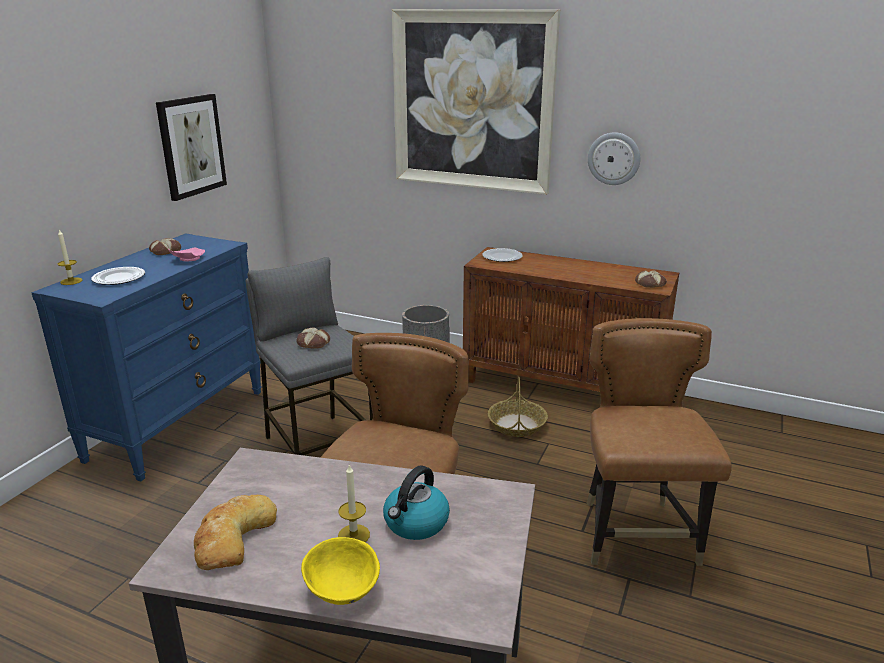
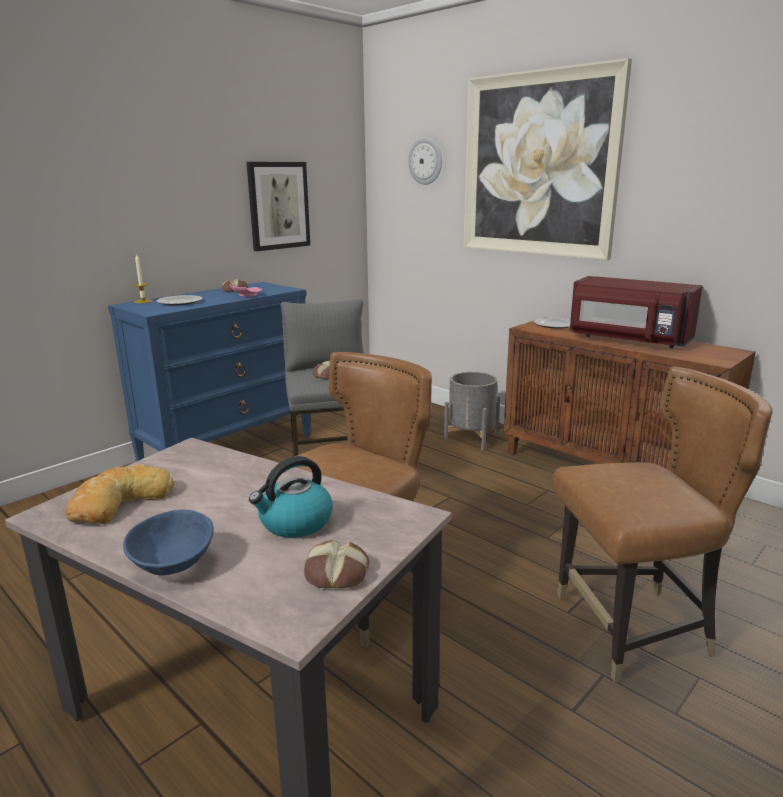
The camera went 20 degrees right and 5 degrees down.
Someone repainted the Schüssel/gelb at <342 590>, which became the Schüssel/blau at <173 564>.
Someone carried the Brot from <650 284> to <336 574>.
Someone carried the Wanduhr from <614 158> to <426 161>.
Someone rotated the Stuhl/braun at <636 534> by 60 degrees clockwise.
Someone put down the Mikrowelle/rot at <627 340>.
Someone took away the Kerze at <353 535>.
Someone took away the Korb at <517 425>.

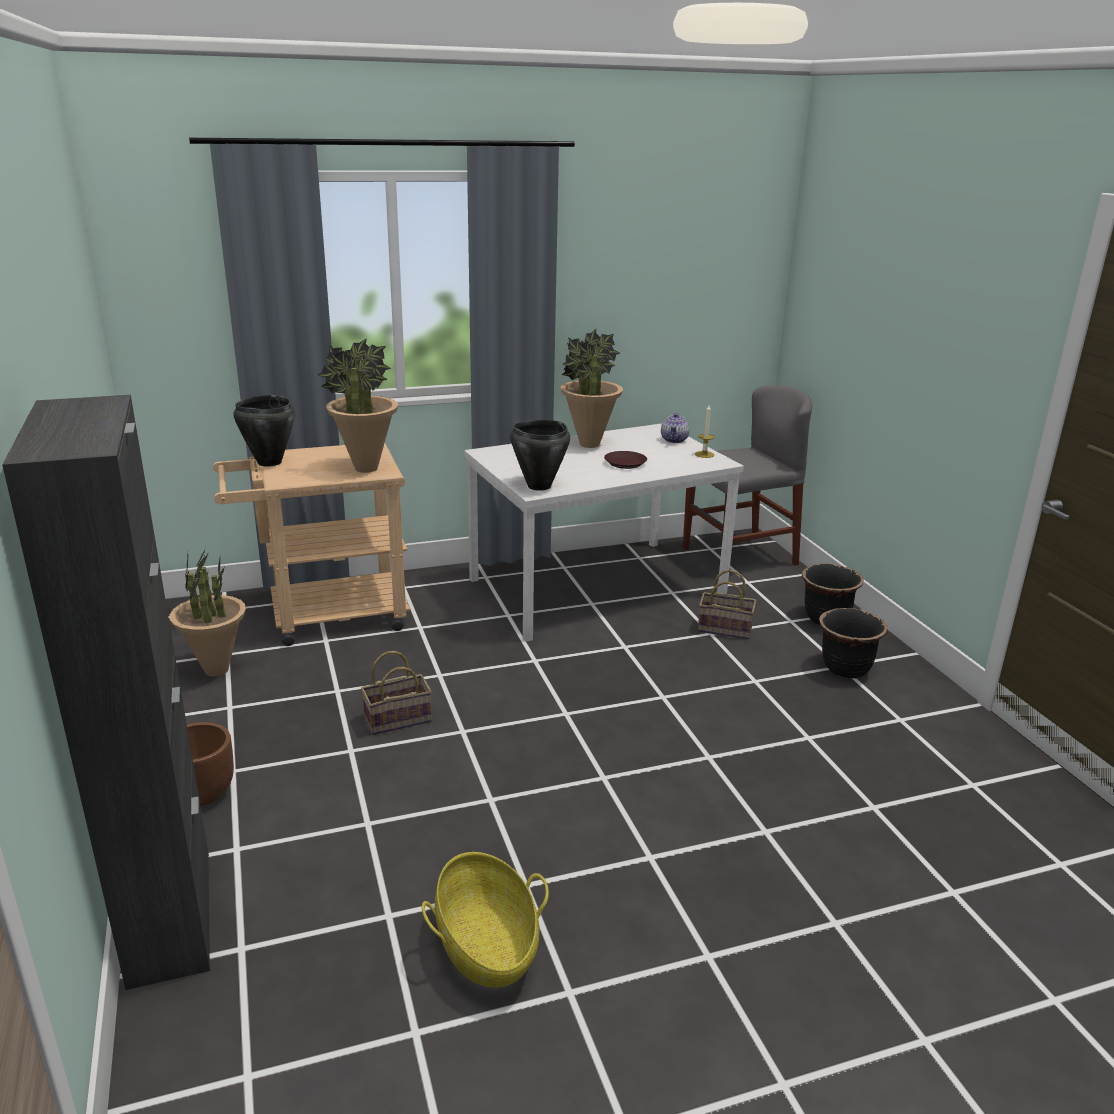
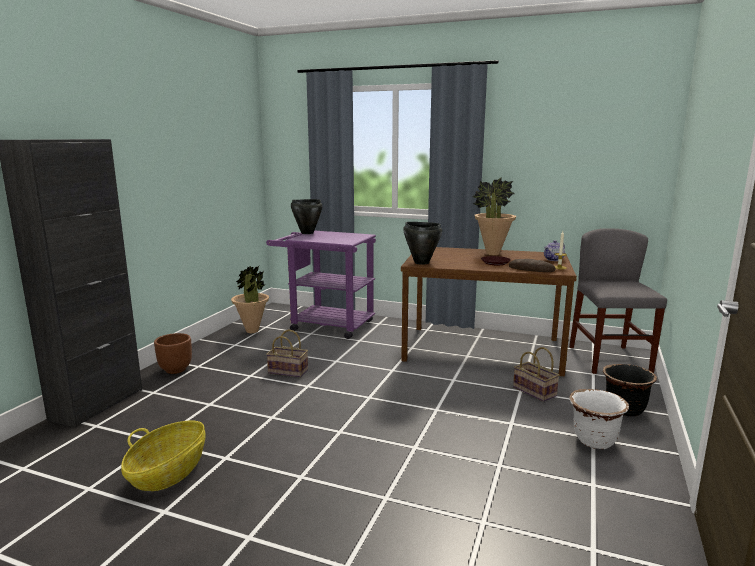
The camera went 40 degrees right and 10 degrees down.
Someone repainted the Rollwagen/beige at <324 616>, which became the Rollwagen/lila at <325 325>.
Someone repainted the Esstisch/weiß at <597 586>, which became the Esstisch/braun at <483 349>.
Someone put down the Brot at <531 269>.
Someone rotated the Stuhl/grau at <739 556> by 105 degrees counterclockwise.
Someone repainted the Pflanzkübel/schwarz at <845 669>, which became the Pflanzkübel/weiß at <594 441>.
Someone took away the Topfpflanze at <365 468>.

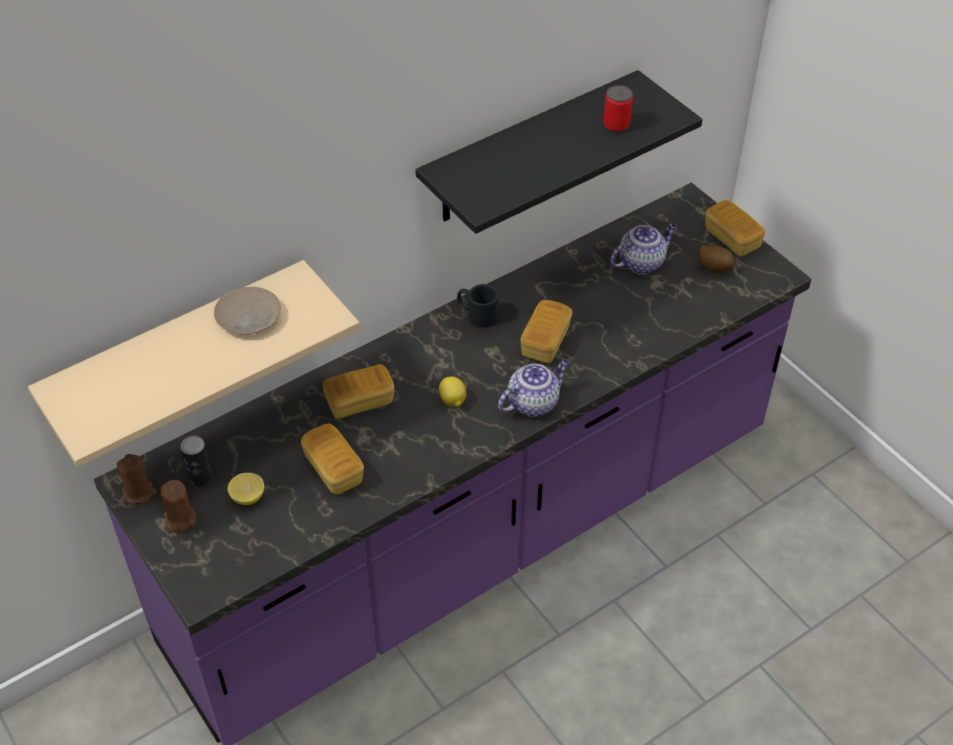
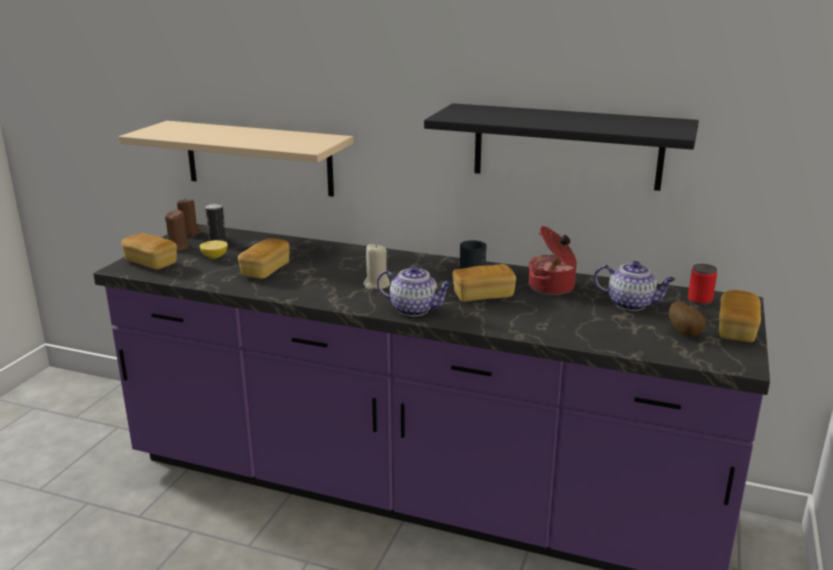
The camera went 55 degrees right and 25 degrees down.
Someone carried the Brot from <359 402> to <151 263>.
Someone swapped the Zitrone at <452 401> for the Kerze/beige at <376 285>.
Someone put down the Kochtopf at <552 287>.
Someone carried the Dose from <616 125> to <699 301>.
Someone took away the Teller/beige at <249 318>.

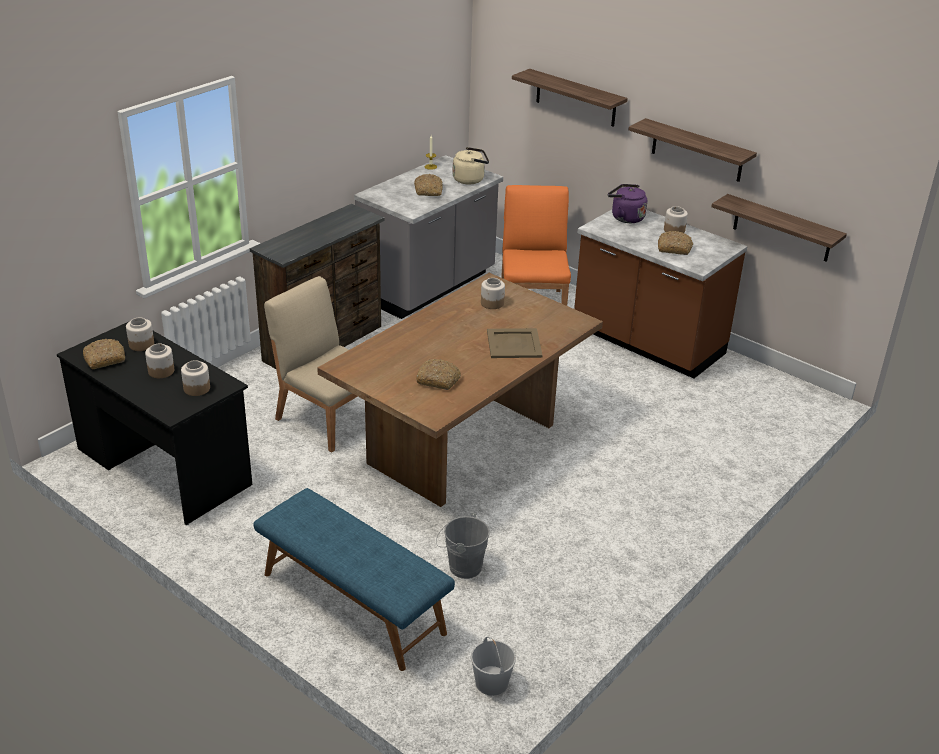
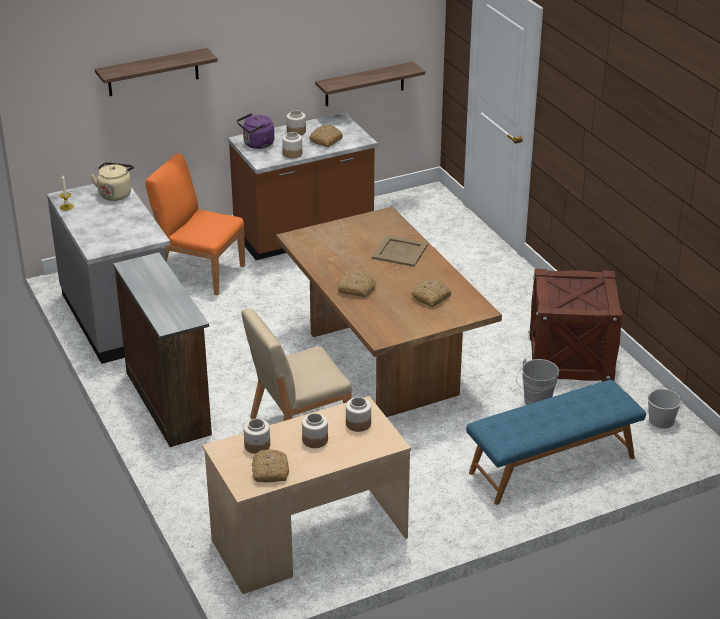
The camera went 65 degrees left and 0 degrees up.
Someone repainted the Schreibtisch/schwarz at <163 467>, which became the Schreibtisch/beige at <309 539>.
Someone carried the Vorratsglas from <492 303> to <292 153>.
Someone carried the Brot from <429 191> to <357 289>.
Someone put down the Kiste at <570 357>.
Someone took away the Wandregal at <697 151>.

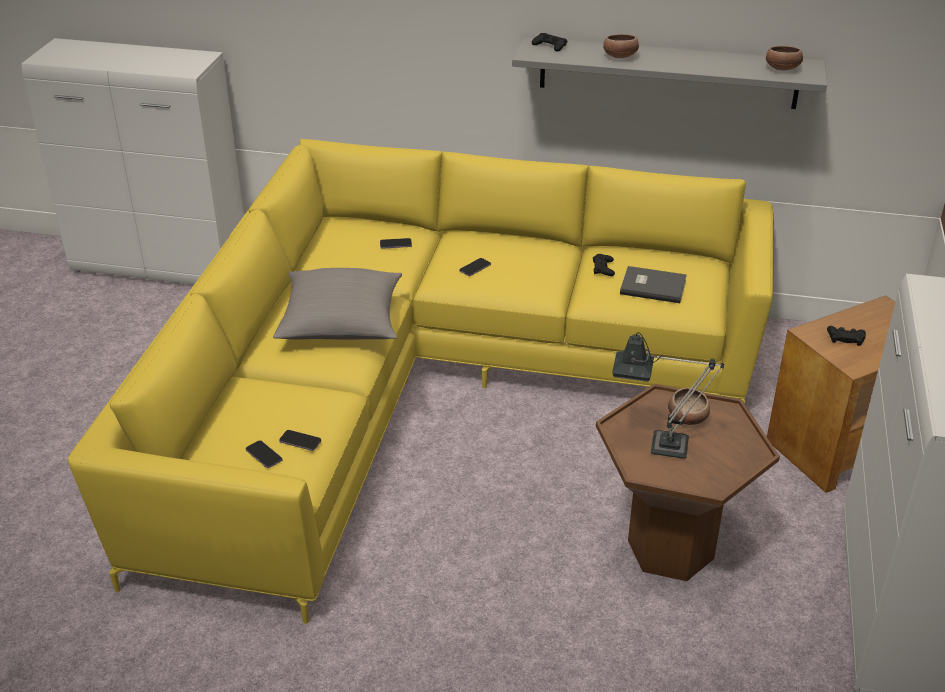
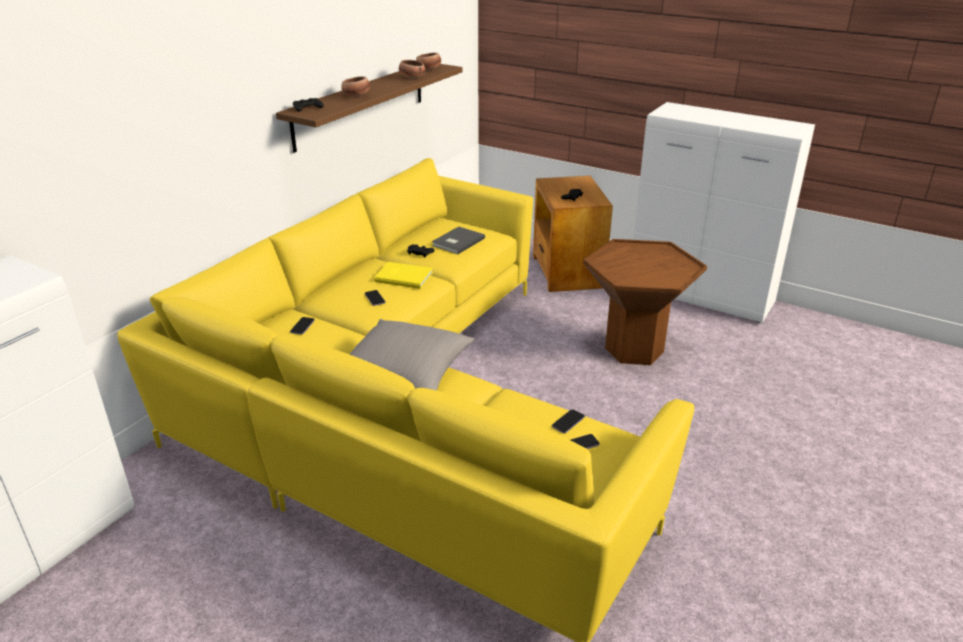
The camera went 70 degrees left and 5 degrees down.
Someone repainted the Wandregal/grau at <668 73>, which became the Wandregal/braun at <360 104>.
Someone put down the Buch/gelb at <403 276>.
Someone carried the Schüssel from <687 417> to <412 78>.
Someone took away the Tischlampe at <658 445>.

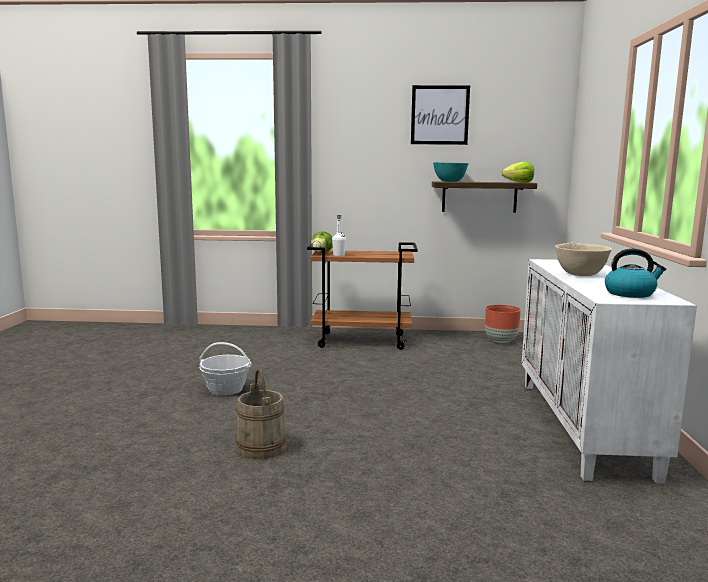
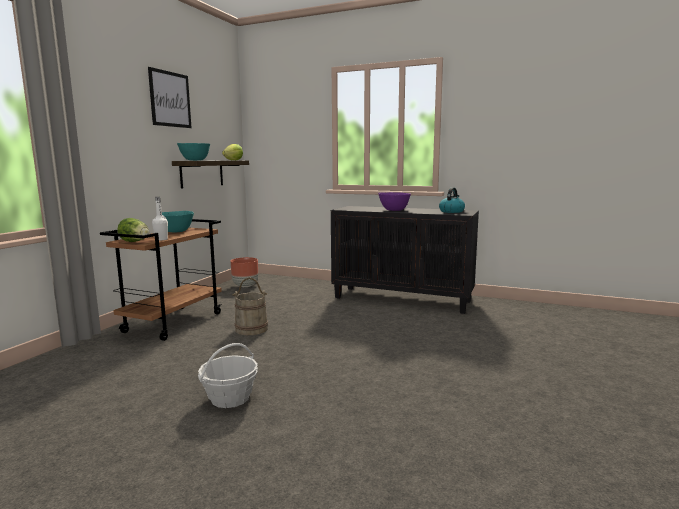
The camera went 70 degrees left and 0 degrees up.
Someone put down the Schüssel/türkis at <177 231>.
Someone carried the Eimer/beige from <262 447> to <251 329>.
Someone repainted the Schrank/weiß at <584 427>, which became the Schrank/schwarz at <402 299>.
Someone repainted the Schüssel/beige at <580 274>, which became the Schüssel/lila at <393 210>.

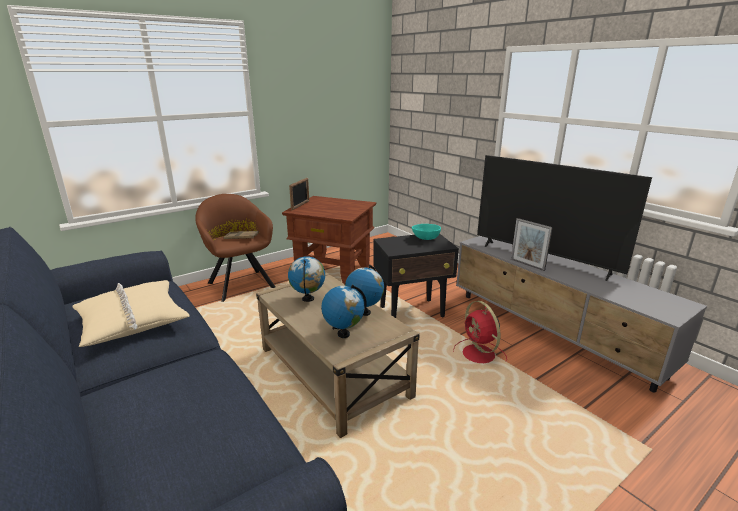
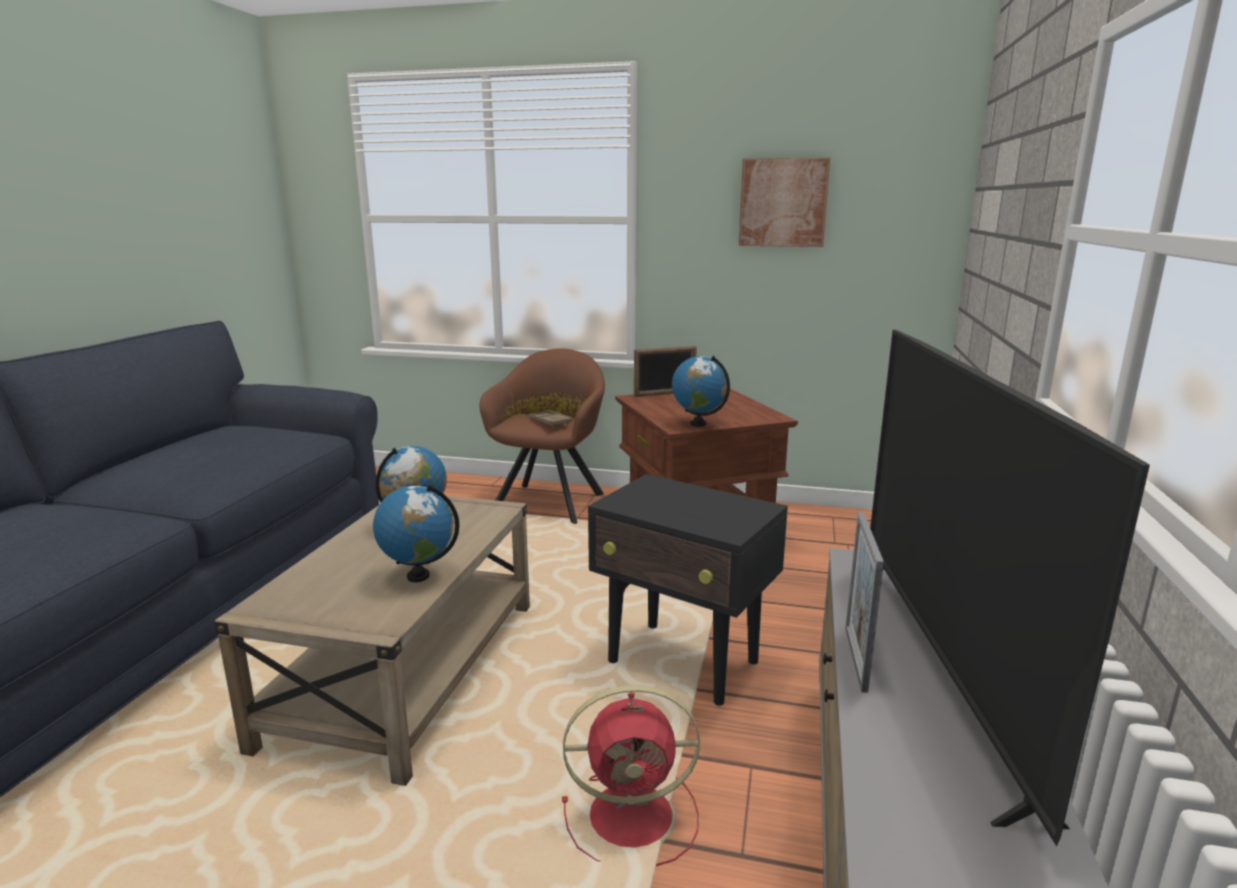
The camera went 50 degrees right and 5 degrees down.
Someone rotated the Ventilator/rot at <479 355> by 120 degrees counterclockwise.
Someone carried the Globus from <343 334> to <698 424>.
Someone put up the Bild at <783 203>.
Someone took away the Kissen/beige at <132 321>.
Someone took away the Schüssel/türkis at <426 238>.

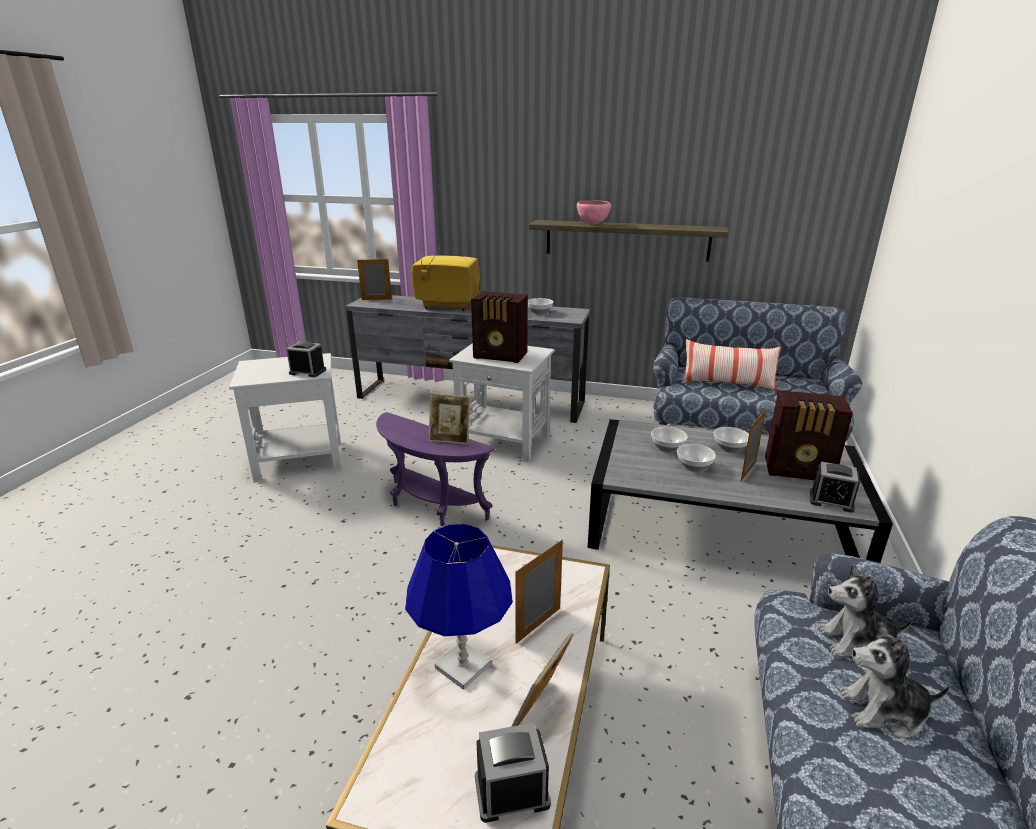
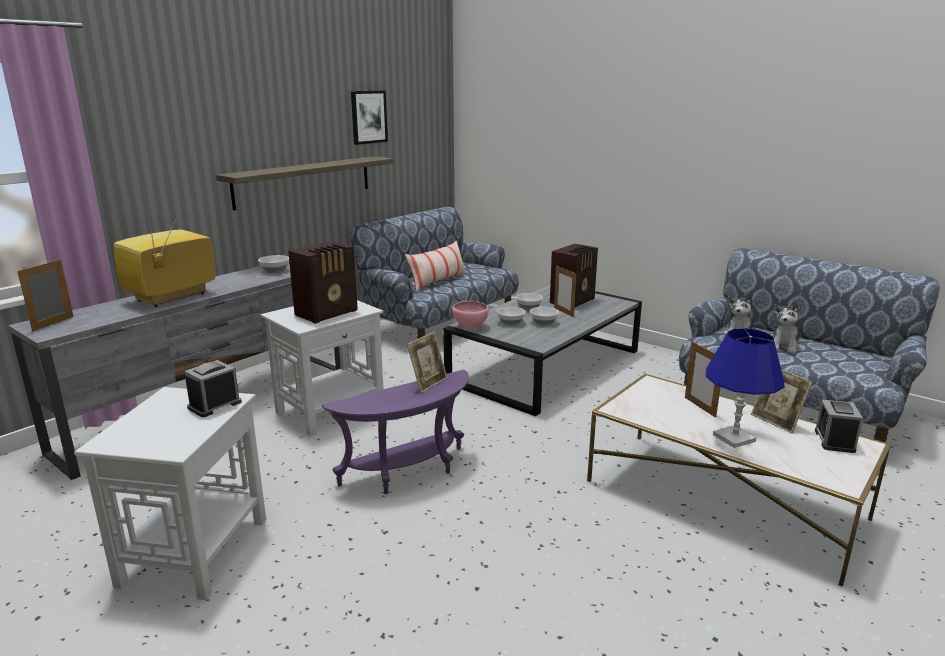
The camera went 65 degrees left and 5 degrees down.
Someone put up the Bild at <368 117>.
Someone carried the Schüssel/rosa from <592 224> to <470 327>.
Someone took away the Wecker at <831 501>.

